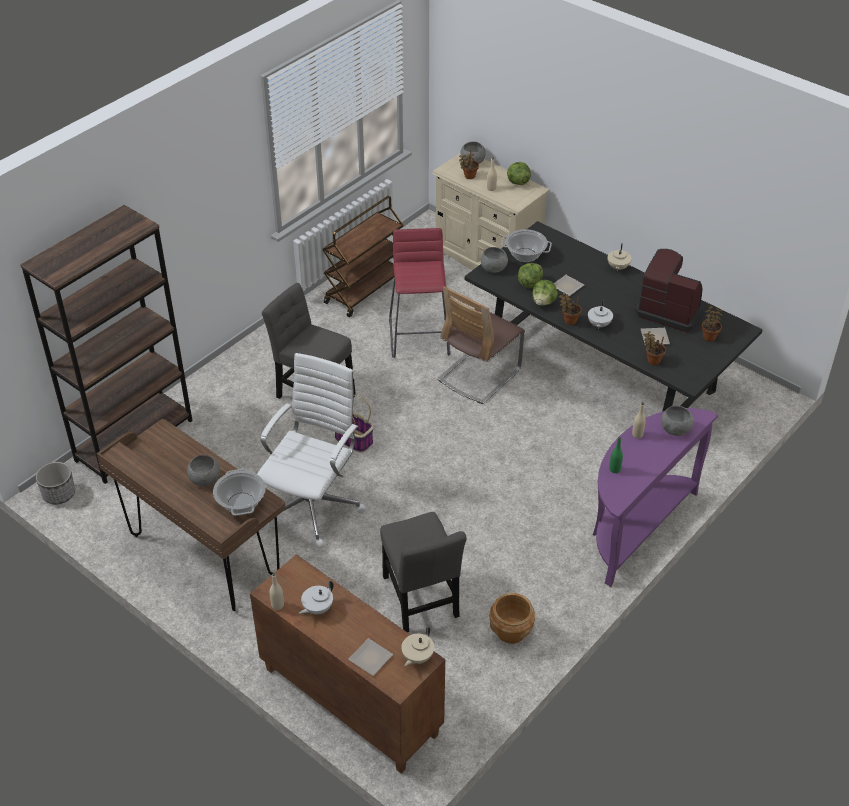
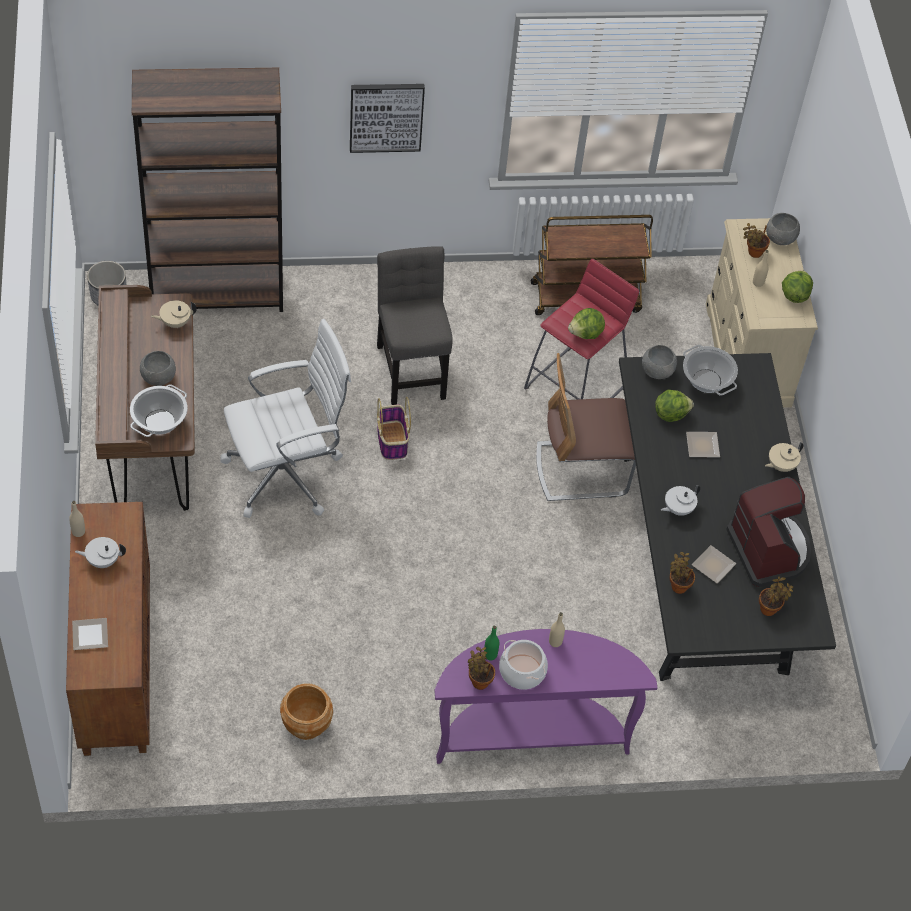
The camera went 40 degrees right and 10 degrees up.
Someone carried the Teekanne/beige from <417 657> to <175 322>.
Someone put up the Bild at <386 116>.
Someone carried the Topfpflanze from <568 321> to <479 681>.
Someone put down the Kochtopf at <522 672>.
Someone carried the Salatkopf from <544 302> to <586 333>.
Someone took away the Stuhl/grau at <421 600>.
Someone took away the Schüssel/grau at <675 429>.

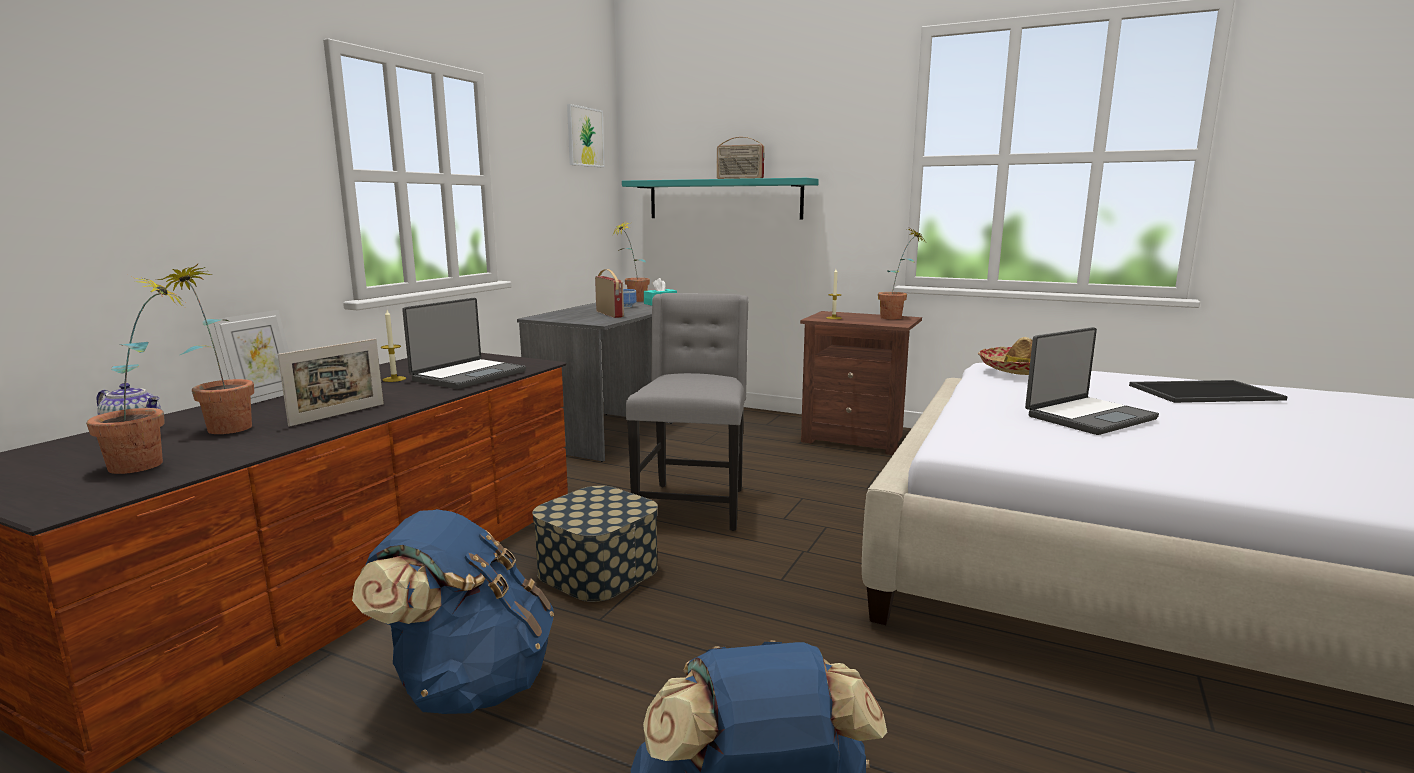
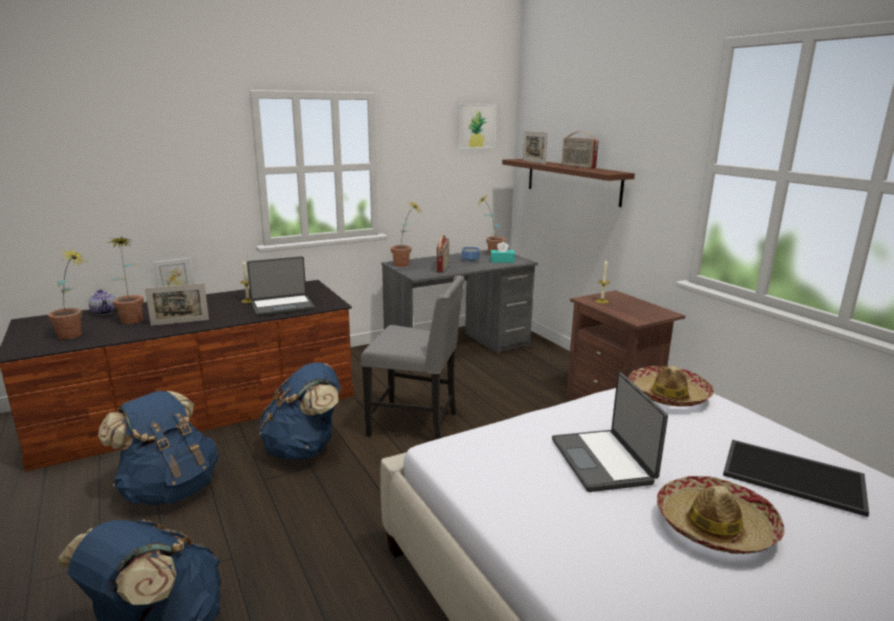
The camera went 35 degrees right and 5 degrees up.
Someone swapped the Aufbewahrungsbox at <598 570> for the Rucksack/blau at <304 449>.
Someone rotated the Stuhl/grau at <693 505> by 60 degrees clockwise.
Someone carried the Topfpflanze from <897 317> to <405 265>.
Someone repainted the Wandregal/türkis at <724 199>, which became the Wandregal/braun at <572 181>.
Someone put down the Bilderrahmen at <534 162>.
Someone rotated the Laptop at <1088 417> by 75 degrees clockwise.
Someone put down the Hut at <715 526>.

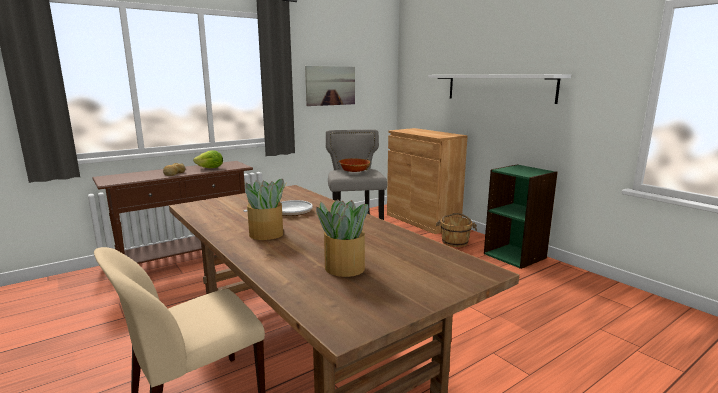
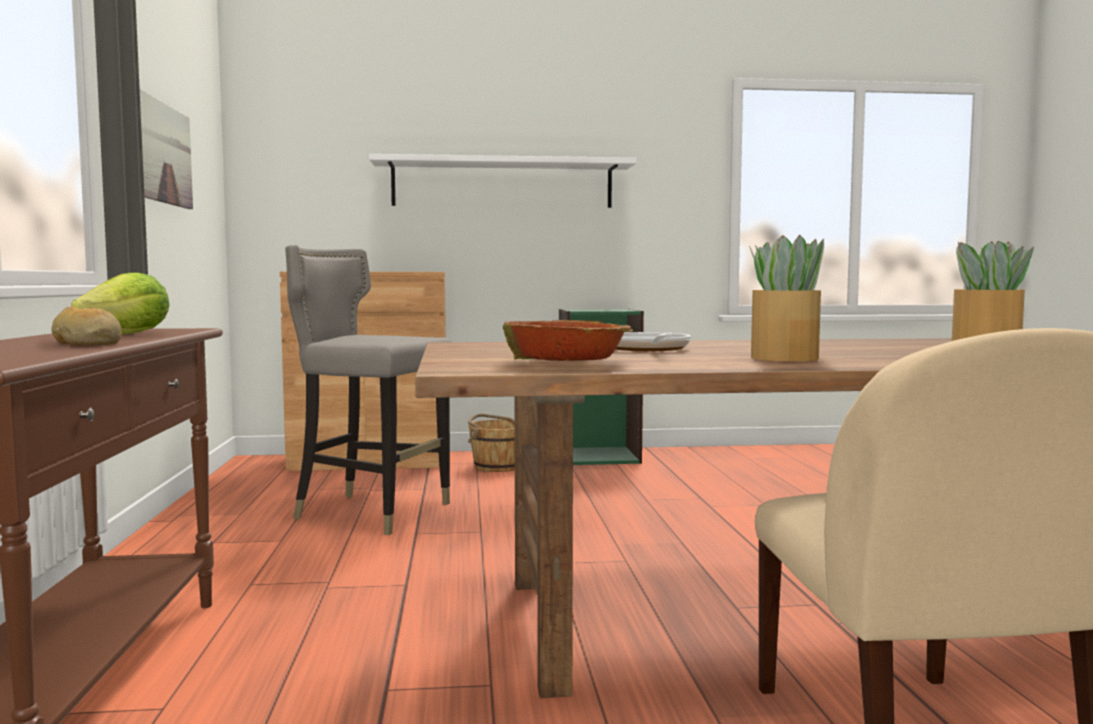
The camera went 60 degrees left and 10 degrees down.
Someone carried the Schüssel from <354 171> to <567 363>.

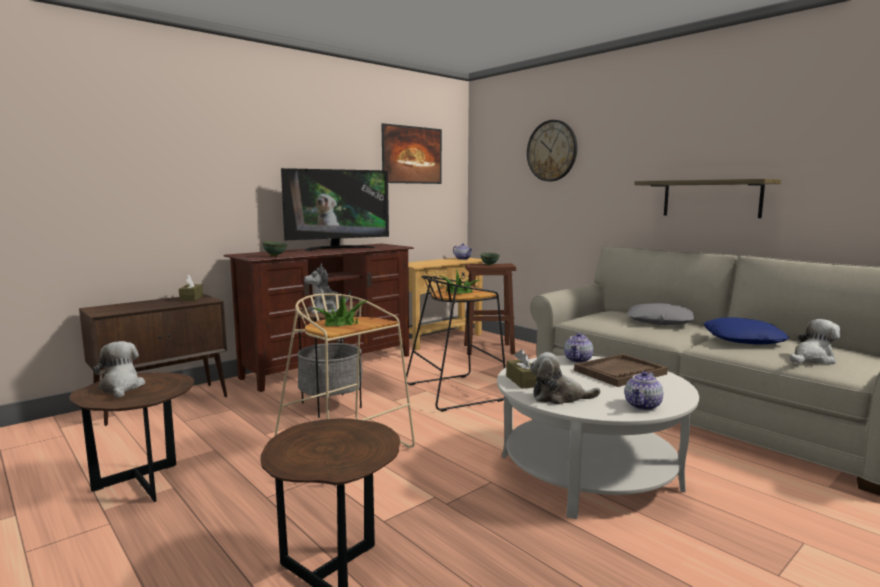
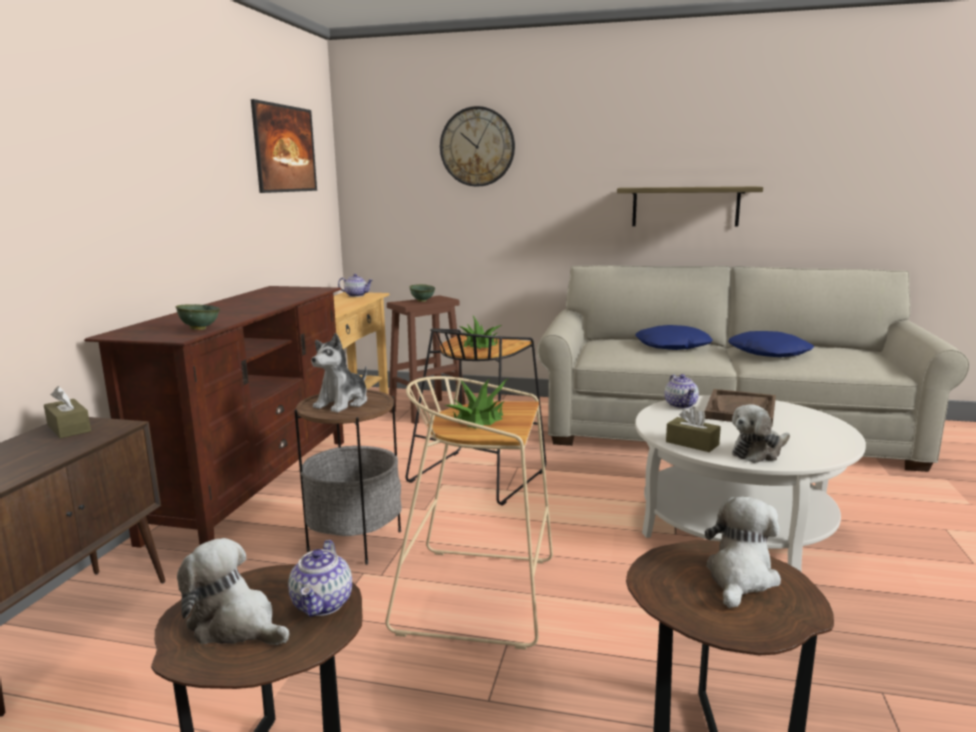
The camera went 35 degrees left and 5 degrees up.
Someone carried the Teekanne from <643 406> to <323 604>.
Someone repainted the Kissen/grau at <659 322>, which became the Kissen/blau at <672 346>.
Someone carried the Plüschtier from <812 359> to <740 577>.
Someone took away the Fernseher at <337 248>.

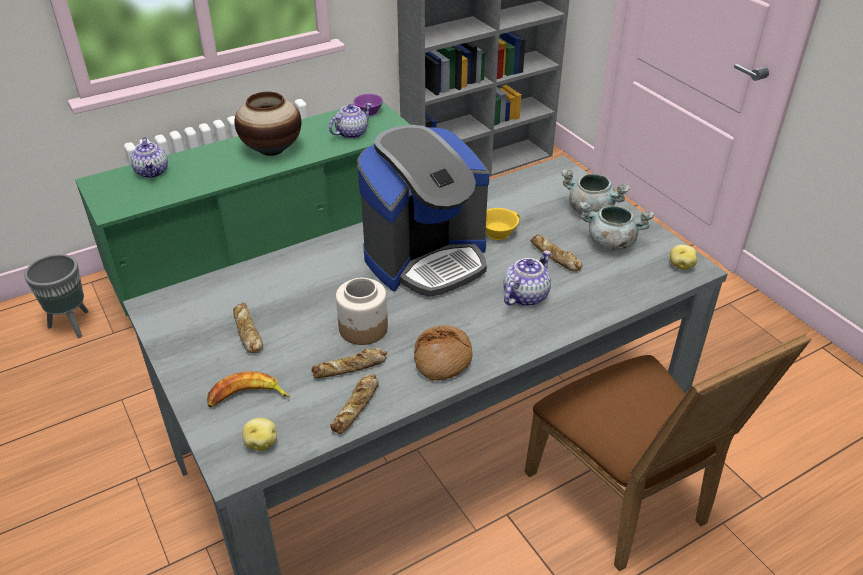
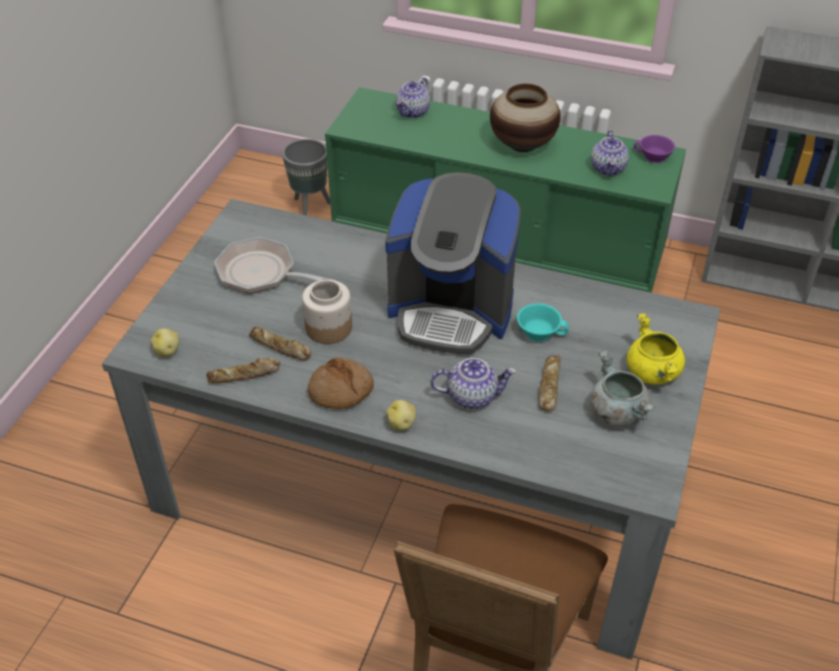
The camera went 50 degrees right and 5 degrees up.
Someone swapped the Brot at <247 332> for the Pfanne at <262 274>.
Someone carried the Kartoffel from <681 265> to <401 423>.
Someone repainted the Tasse/gelb at <497 232>, which became the Tasse/türkis at <539 331>.
Someone rotated the Teekanne at <351 133> by 90 degrees clockwise.
Someone repainted the Kochtopf/grau at <591 210>, which became the Kochtopf/gelb at <653 373>.
Someone took away the Banane at <247 397>.

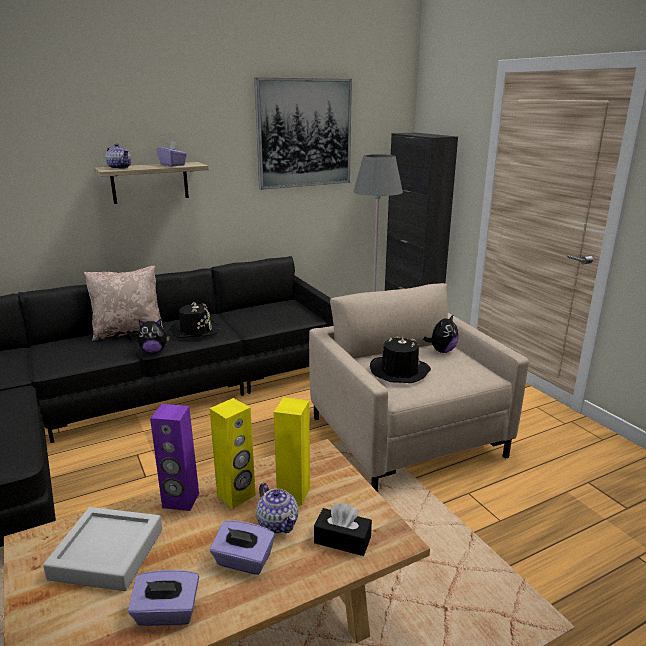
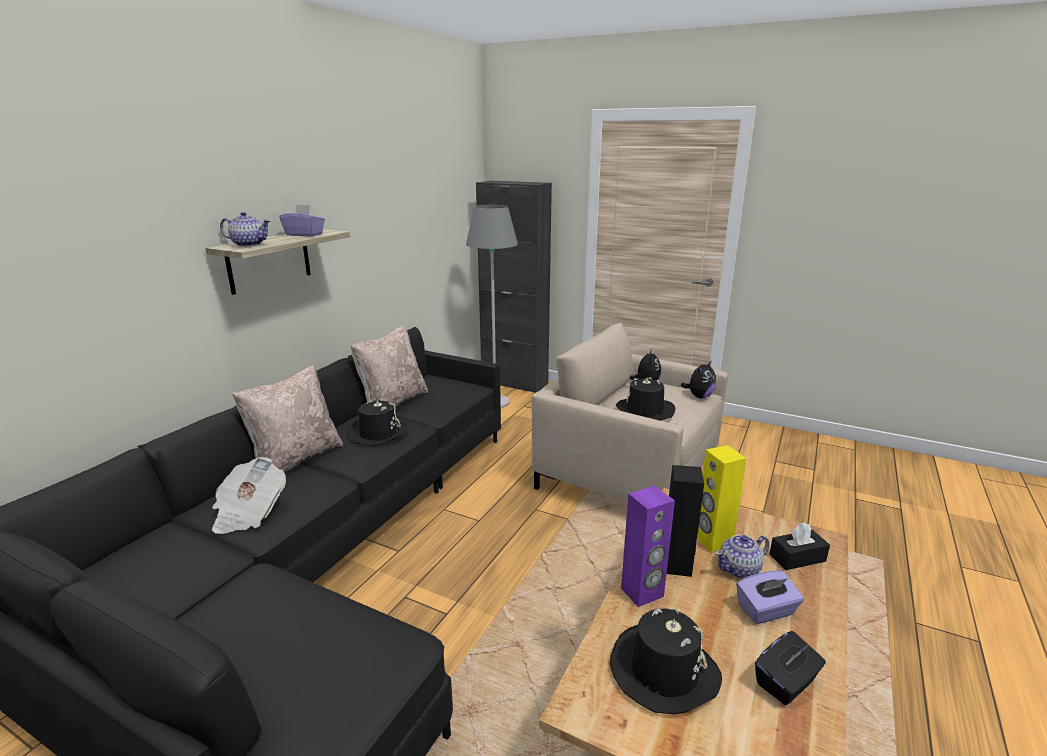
The camera went 35 degrees left and 0 degrees up.
Someone put down the Zeitung at <249 513>.
Someone put down the Kissen/beige at <392 402>.
Someone swapped the Tablett/grau at <107 554> for the Hut/schwarz at <663 670>.
Someone repainted the Lautsprecher/gelb at <236 496>, which became the Lautsprecher/schwarz at <677 565>.
Someone carried the Plüschtier from <154 351> to <699 396>.
Someone rotated the Teekanne at <277 523> by 135 degrees clockwise.
Someone repainted the Taschentuchbox/lila at <167 613>, which became the Taschentuchbox/schwarz at <786 683>.
Someone took away the Bild at <304 133>.

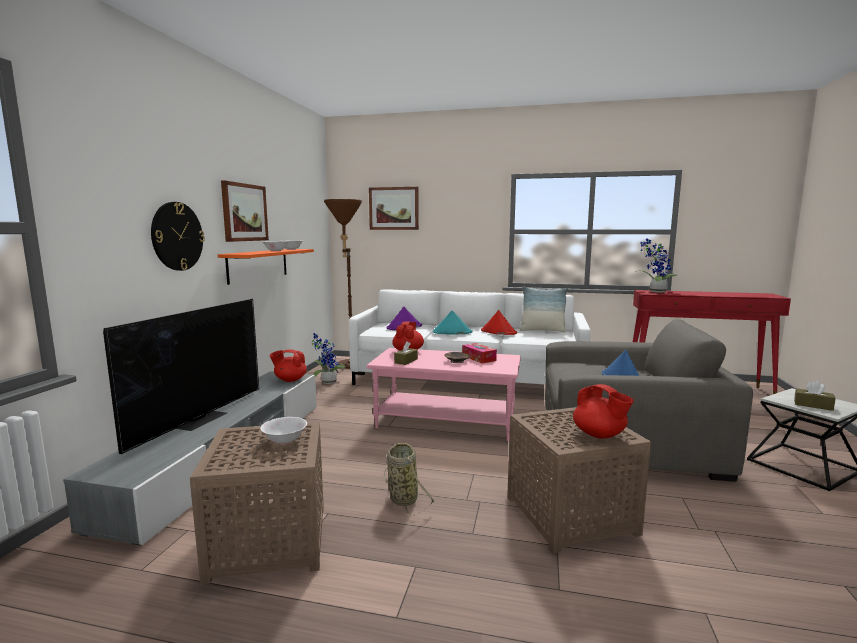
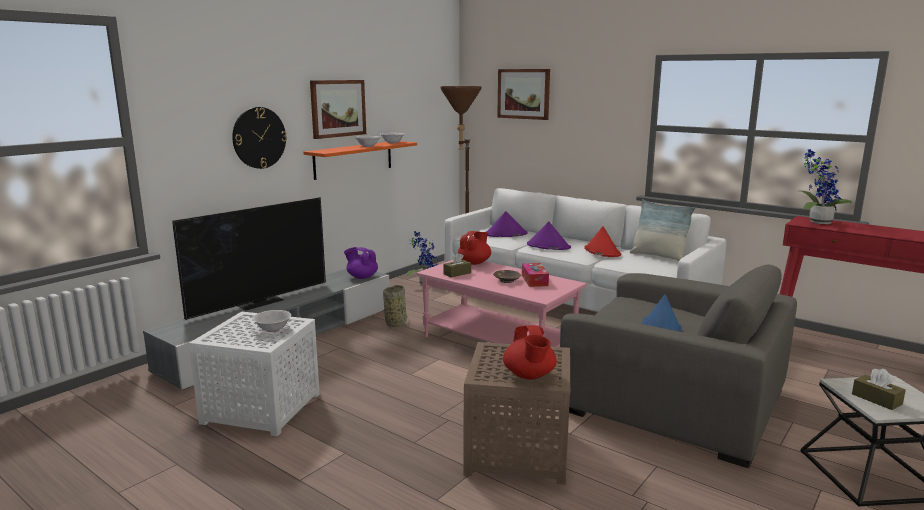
The camera went 25 degrees right and 5 degrees up.
Someone repainted the Beistelltisch/braun at <267 543>, which became the Beistelltisch/weiß at <259 409>.
Someone repainted the Teekanne/rot at <290 380>, which became the Teekanne/lila at <362 277>.
Someone carried the Korb from <402 498> to <396 323>.
Someone repainted the Hut/türkis at <452 332>, which became the Hut/lila at <548 246>.

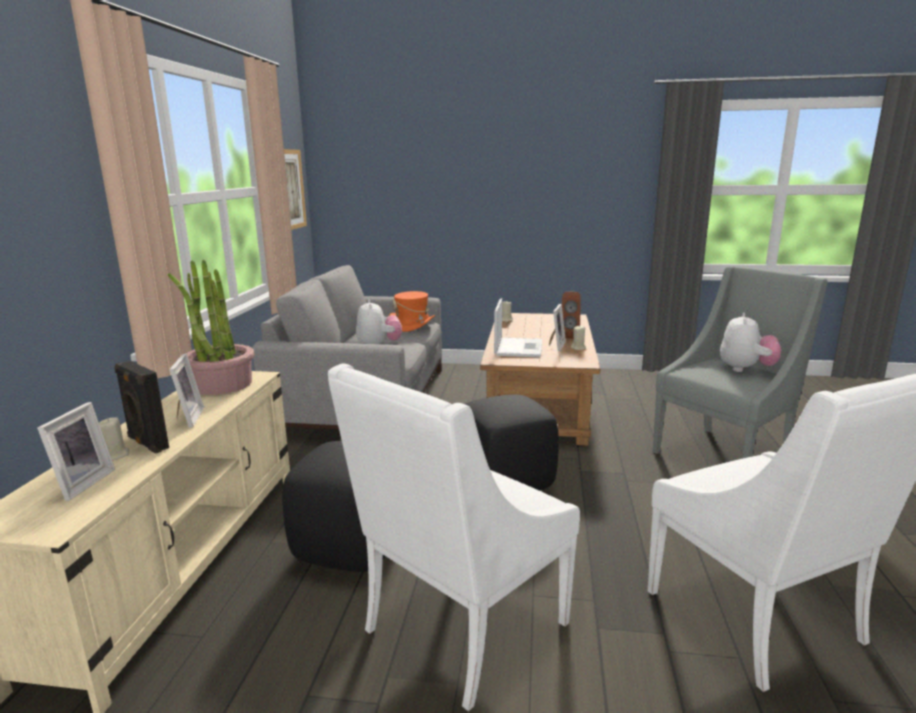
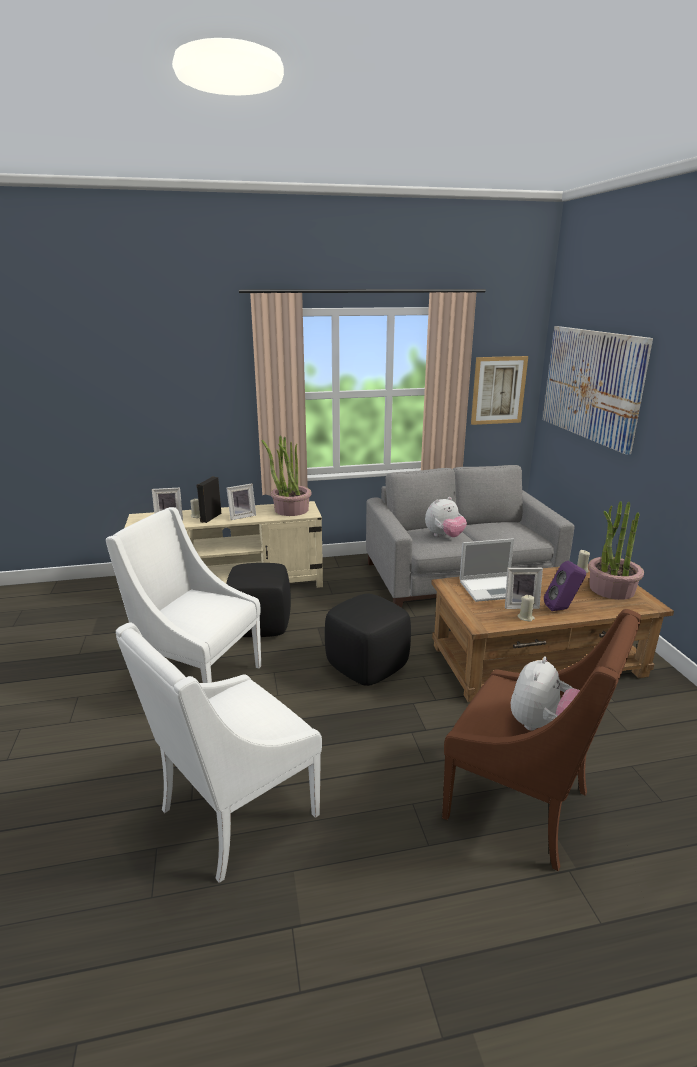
The camera went 70 degrees right and 5 degrees up.
Someone repainted the Sessel/grau at <724 455>, which became the Sessel/braun at <522 805>.
Someone rotated the Plüschtier at <745 369> by 60 degrees counterclockwise.
Someone put up the Bild at <591 385>.
Someone repainted the Lautsprecher/braun at <569 336>, which became the Lautsprecher/lila at <562 609>.
Someone put down the Topfpflanze at <611 589>.
Someone took away the Hut/orange at <412 325>.

